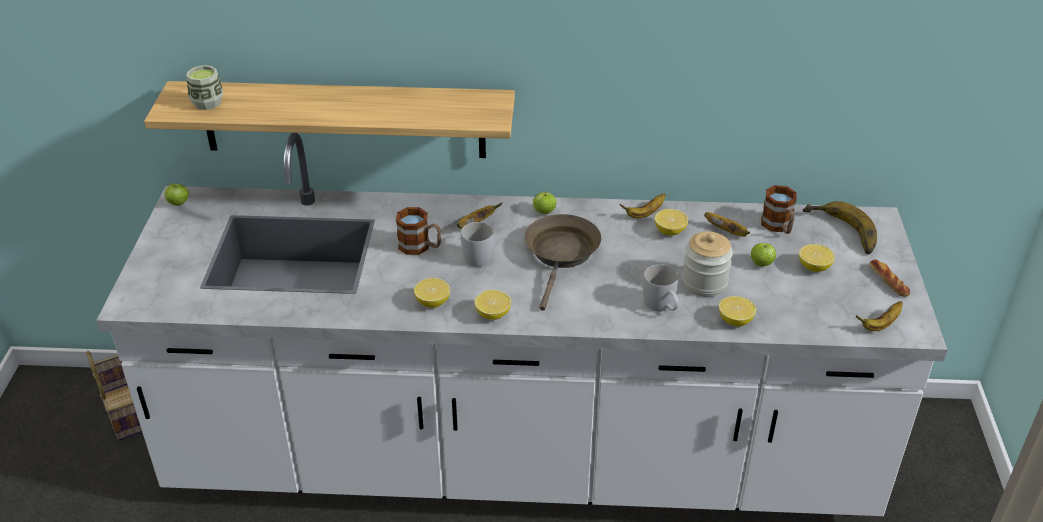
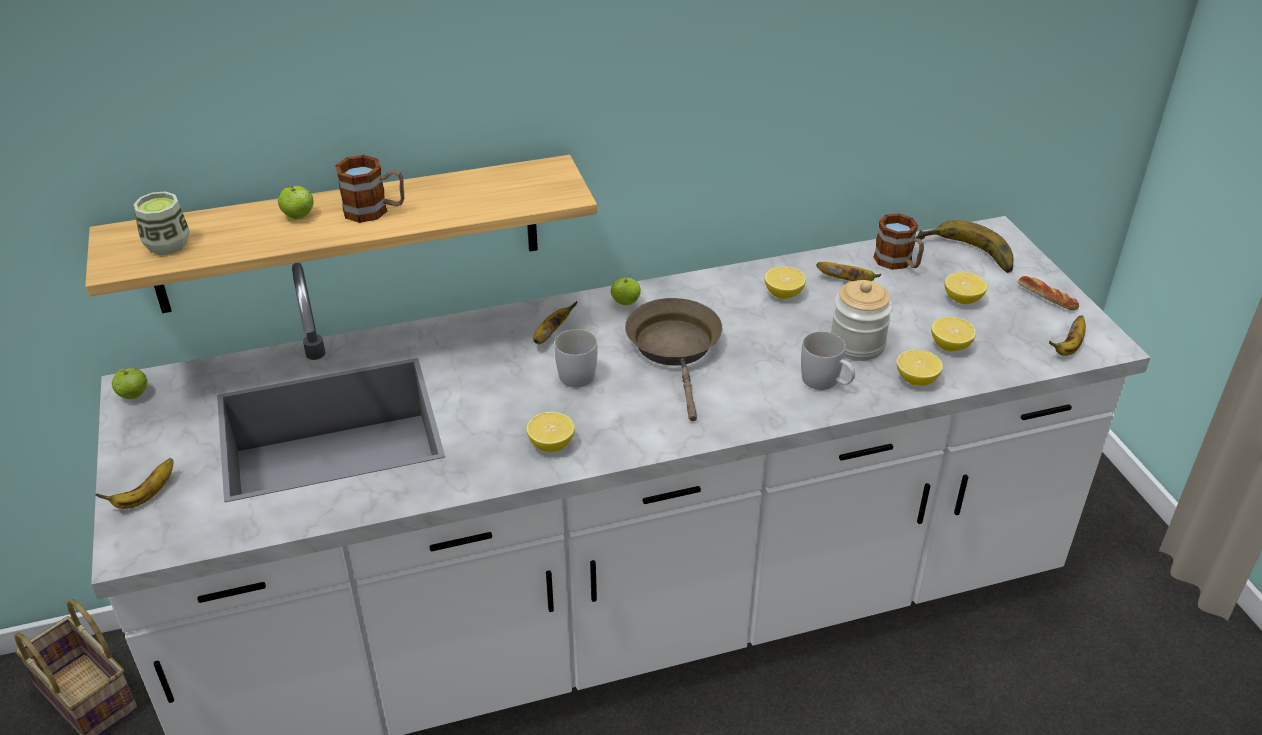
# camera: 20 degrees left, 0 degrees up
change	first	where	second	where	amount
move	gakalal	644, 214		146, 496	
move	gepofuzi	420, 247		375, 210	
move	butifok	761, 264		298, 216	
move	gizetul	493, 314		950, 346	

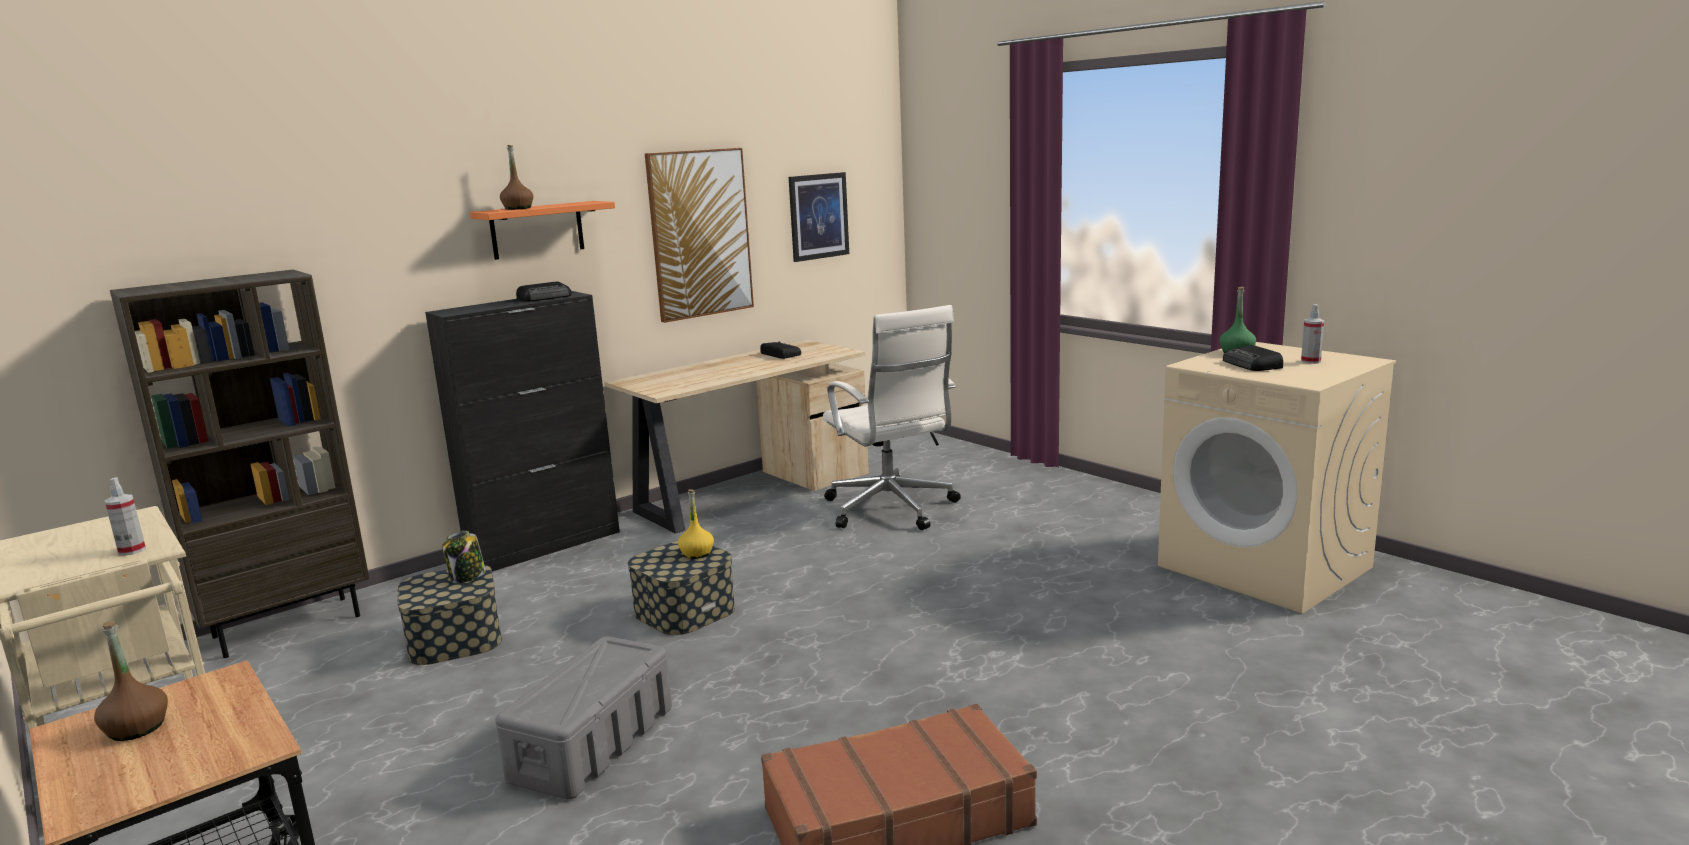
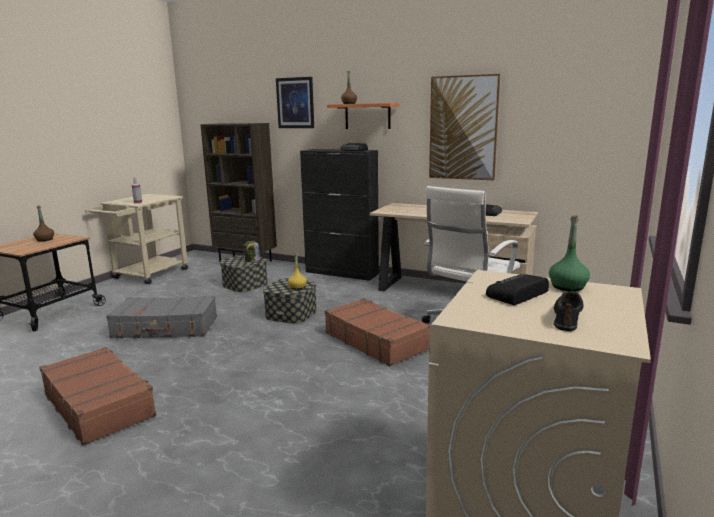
# camera: 65 degrees right, 0 degrees up
change	first	where	second	where	amount
move	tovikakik	818, 216		295, 103	
replace	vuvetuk	1310, 361	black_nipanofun	568, 316	
replace	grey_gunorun	594, 742	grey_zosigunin	165, 328	
insert			brown_zosigunin	376, 341	

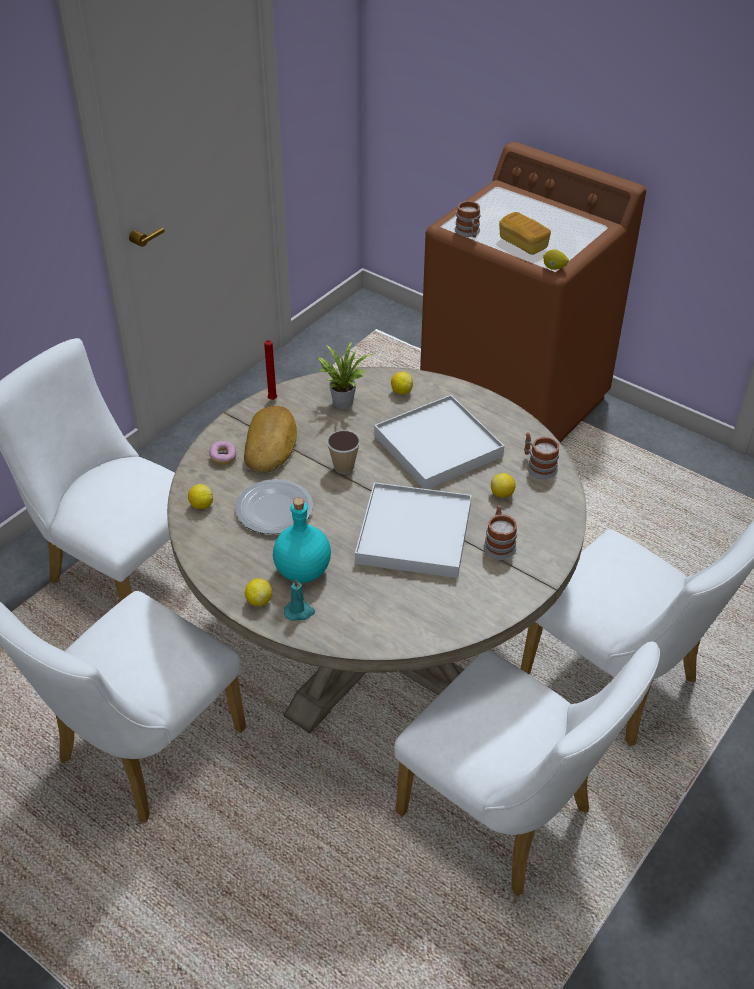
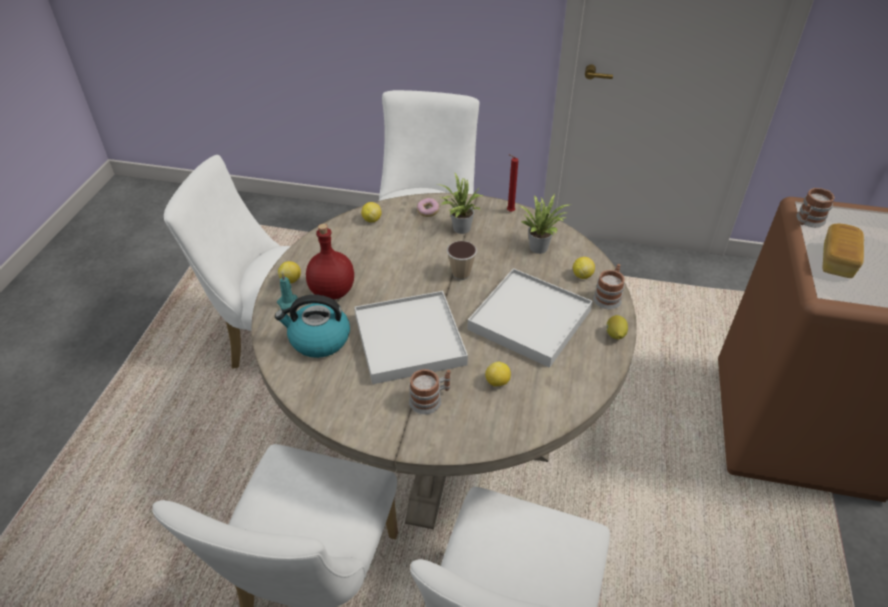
# camera: 65 degrees right, 0 degrees up
change	first	where	second	where	amount
move	gizetul	554, 268		615, 335	
replace	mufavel	271, 444	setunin	459, 229	
move	gepofuzi	538, 466		608, 297	
delete	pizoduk	275, 509			
recolor	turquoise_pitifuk	302, 571	red_pitifuk	331, 291	
insert			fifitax	318, 340	

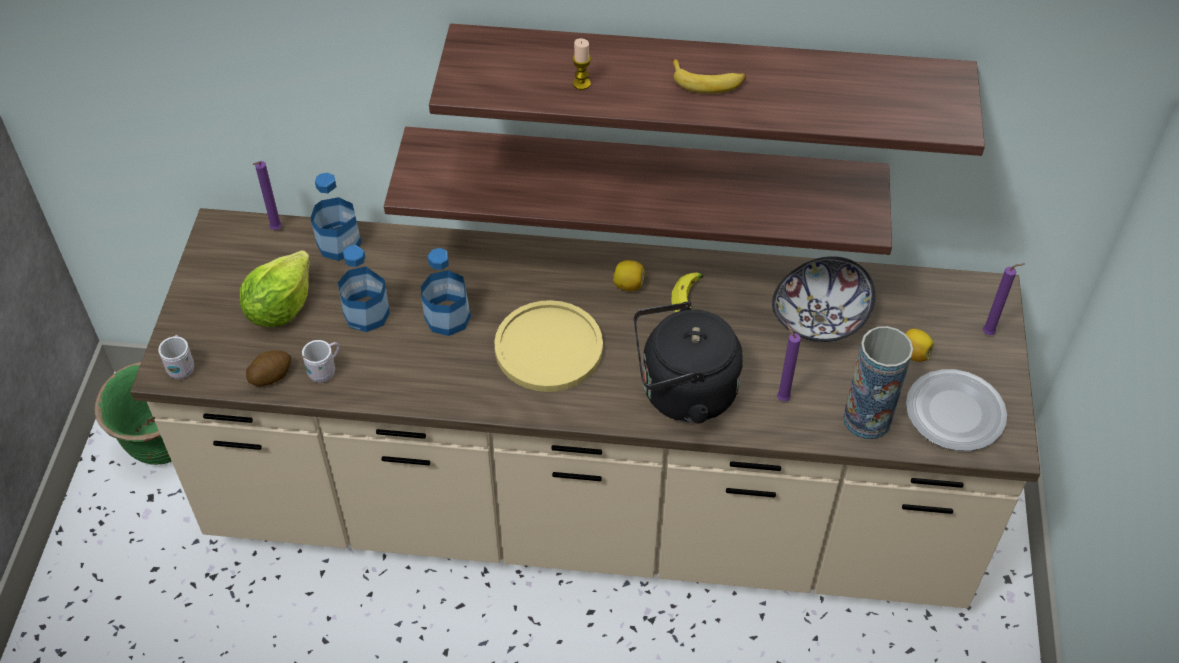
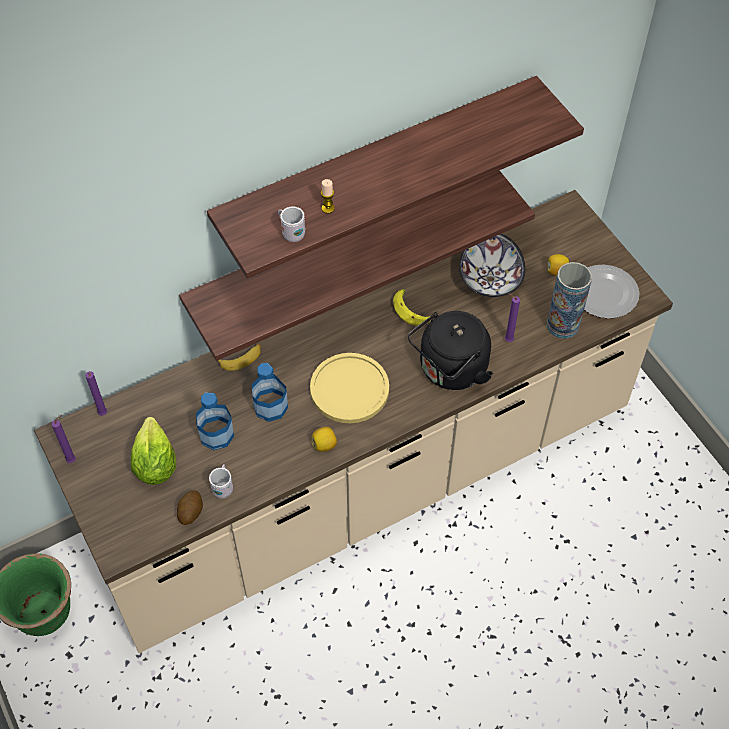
# camera: 35 degrees left, 5 degrees up
change	first	where	second	where	amount
move	gakalal	707, 82		240, 358	
delete	pitifuk	339, 244			
move	gizetul	628, 285		324, 445	
move	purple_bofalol	990, 333		73, 460	
move	white_gepofuzi	181, 366		291, 233	

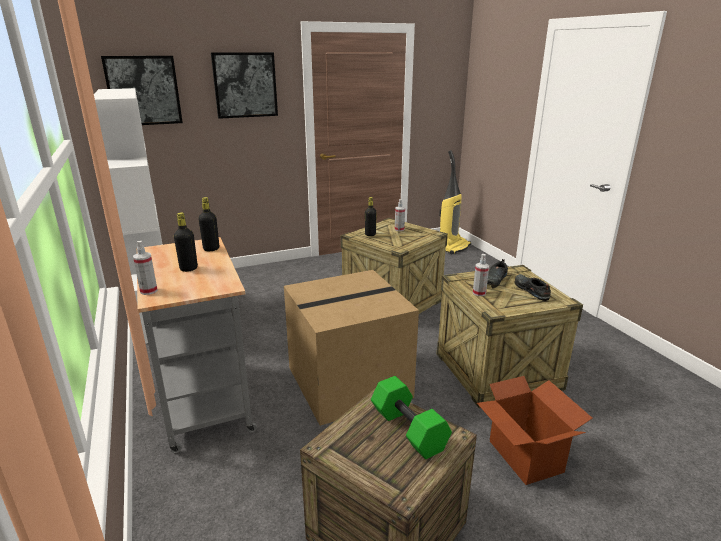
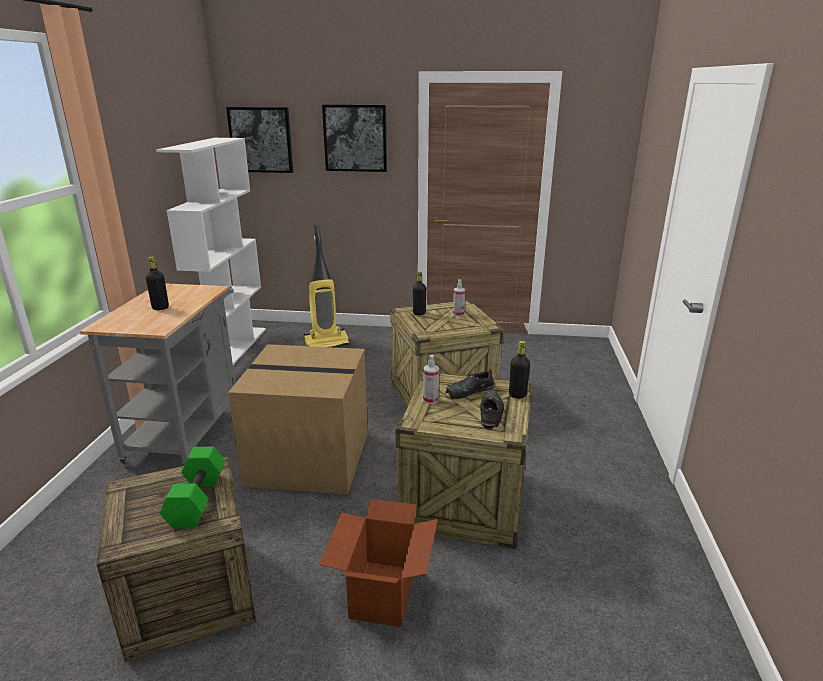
# camera: 30 degrees right, 0 degrees up
change	first	where	second	where	amount
move	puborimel	453, 247		327, 343	
move	black_pitifuk	211, 249		517, 395	
delete	vuvetuk	149, 291			

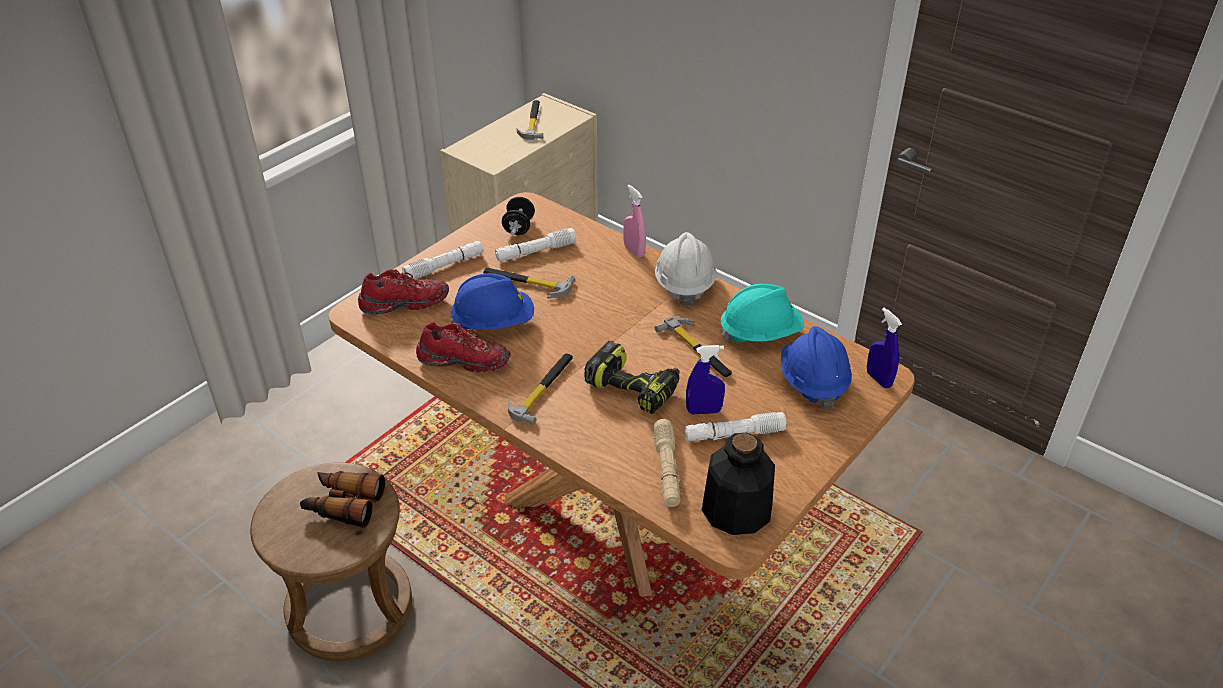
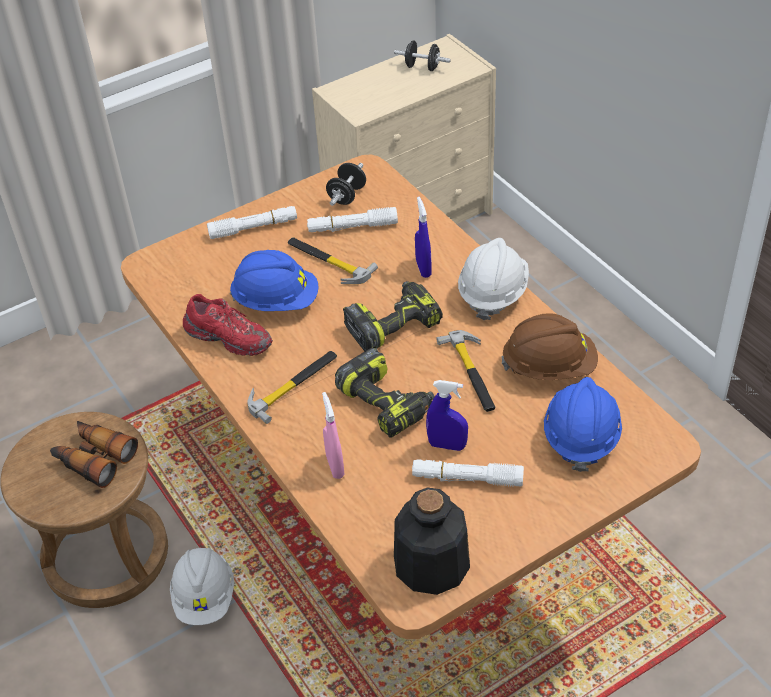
# camera: 20 degrees right, 5 degrees up
change	first	where	second	where	amount
replace	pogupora	532, 121	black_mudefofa	422, 67	
move	pink_vuvetuk	634, 251		335, 466	
delete	red_nipanofun	404, 304			
recolor	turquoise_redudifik	760, 333	brown_redudifik	549, 367	
move	blue_vuvetuk	878, 379		423, 268	
delete	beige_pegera	666, 469			
insert			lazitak	393, 324	
insert			white_redudifik	205, 597	

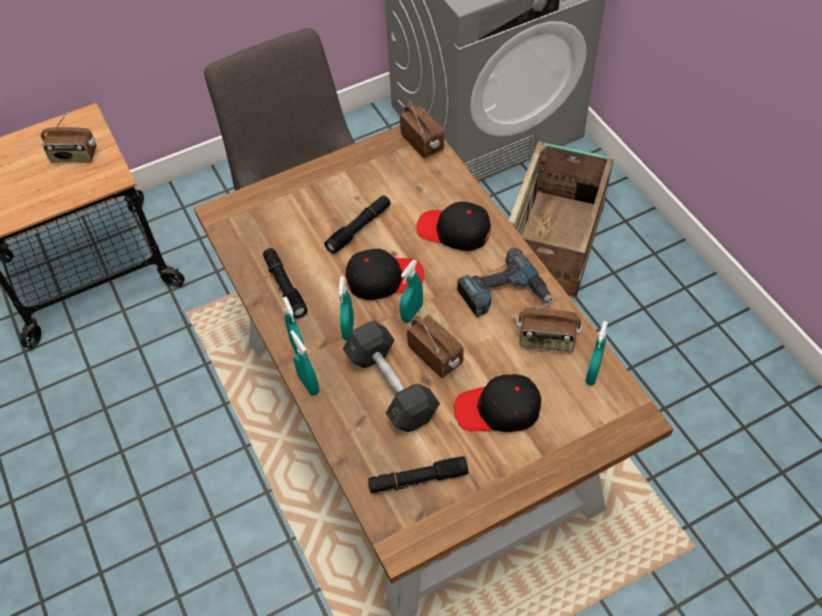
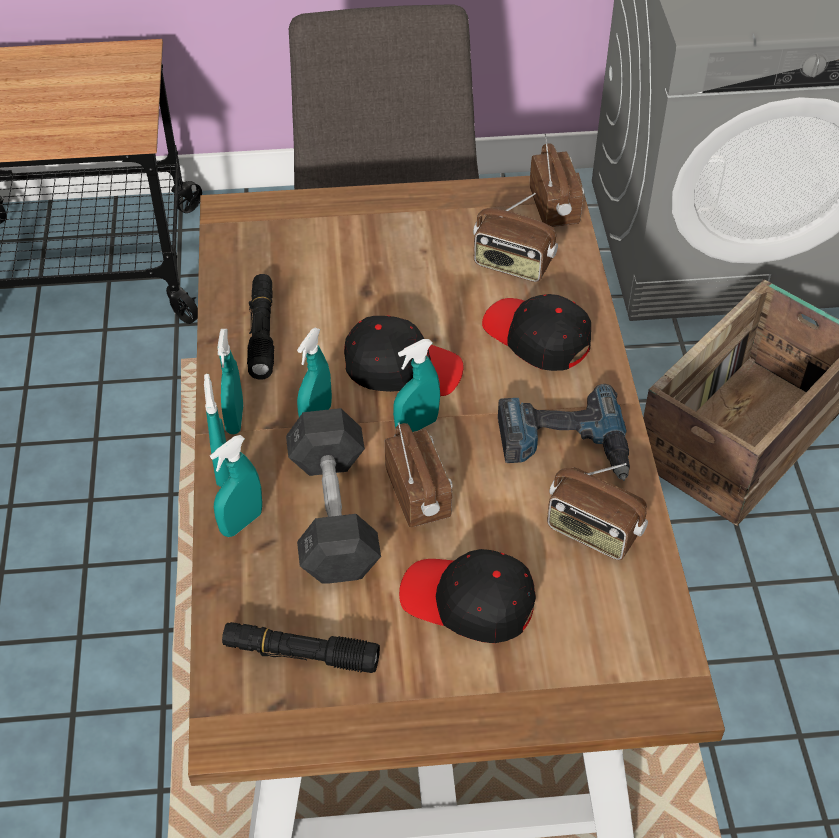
# camera: 20 degrees right, 5 degrees down
change	first	where	second	where	amount
move	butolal	74, 157		512, 265	
delete	black_pegera	359, 228			
move	turquoise_vuvetuk	592, 373		241, 523	

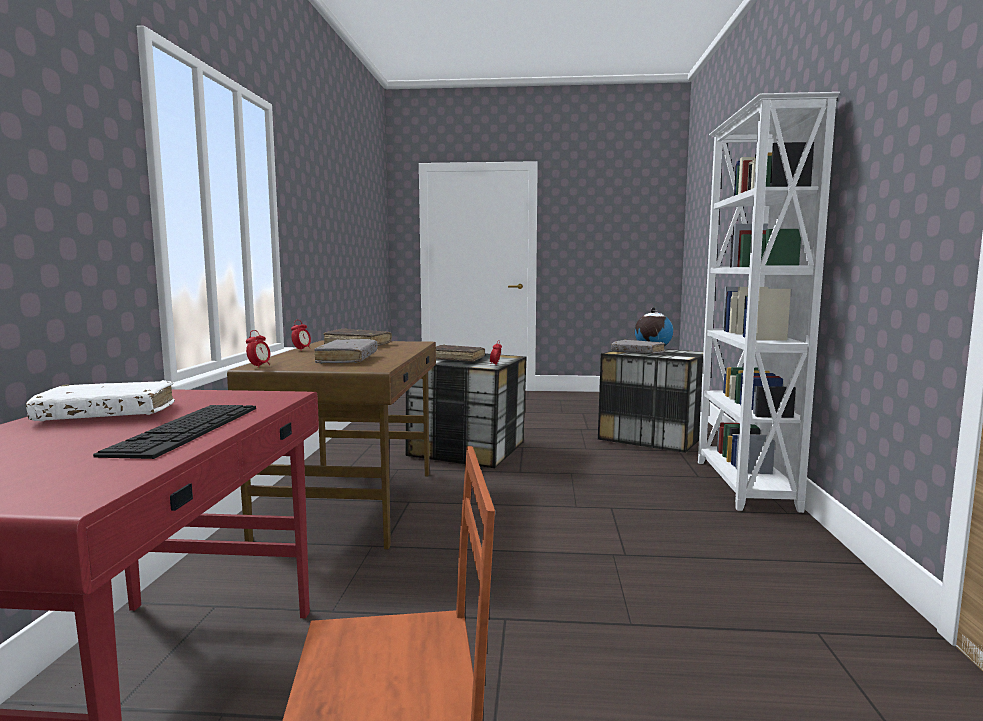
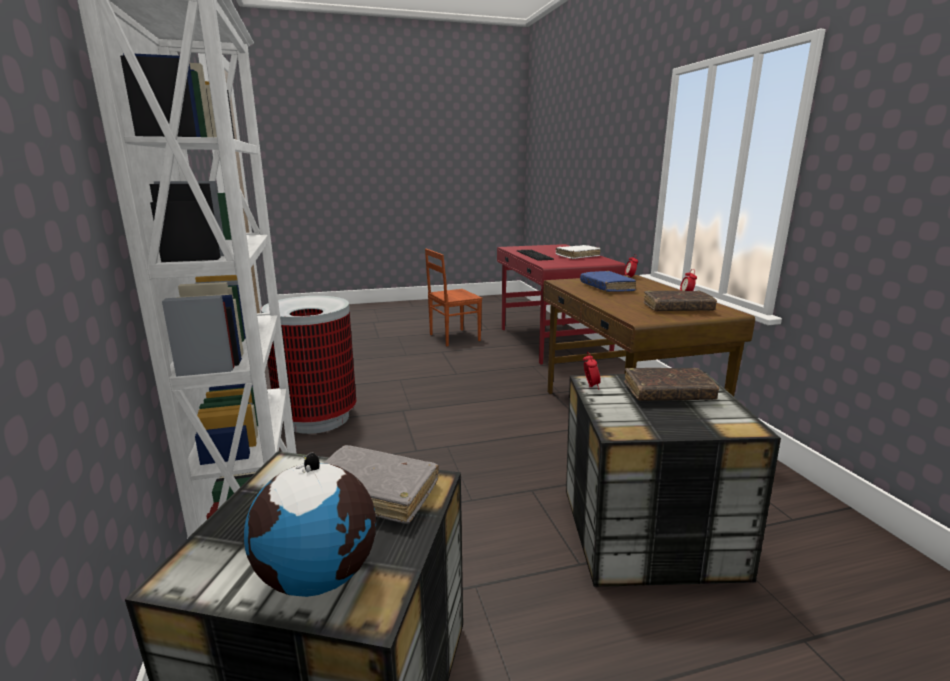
# camera: 160 degrees right, 10 degrees up
change	first	where	second	where	amount
recolor	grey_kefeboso	347, 359	blue_kefeboso	606, 287	
insert			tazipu	317, 418	

